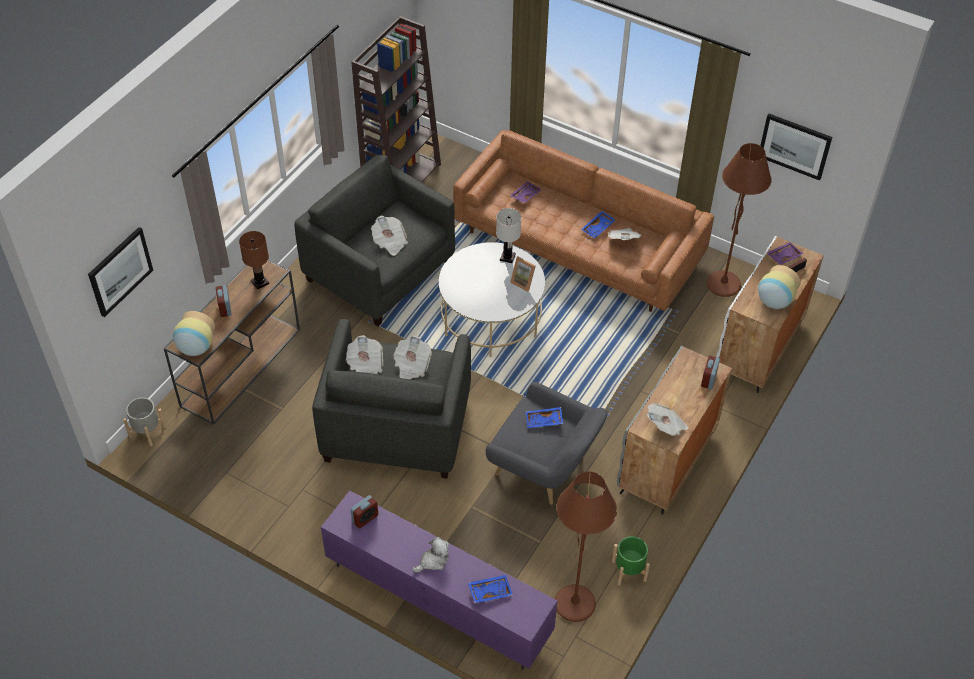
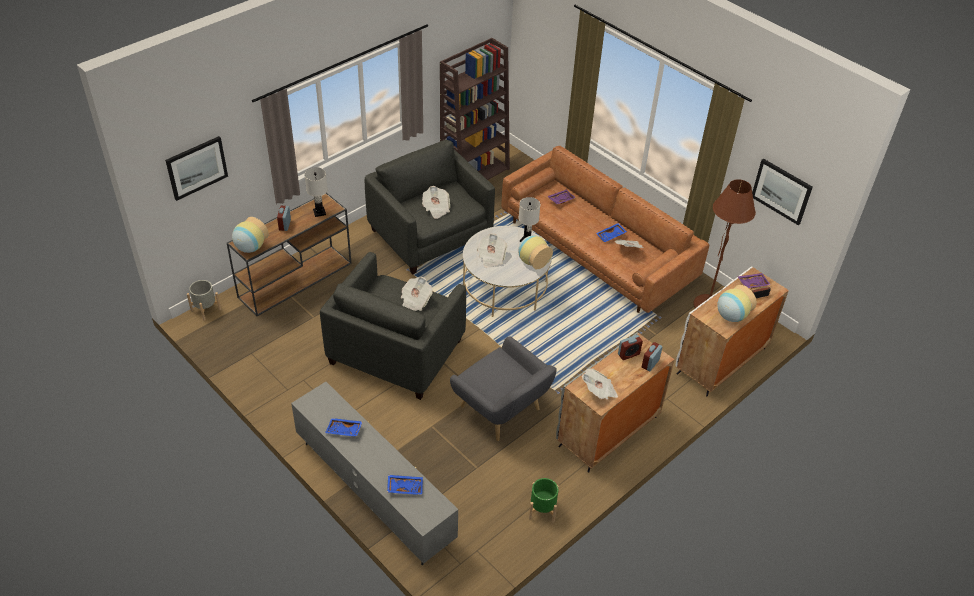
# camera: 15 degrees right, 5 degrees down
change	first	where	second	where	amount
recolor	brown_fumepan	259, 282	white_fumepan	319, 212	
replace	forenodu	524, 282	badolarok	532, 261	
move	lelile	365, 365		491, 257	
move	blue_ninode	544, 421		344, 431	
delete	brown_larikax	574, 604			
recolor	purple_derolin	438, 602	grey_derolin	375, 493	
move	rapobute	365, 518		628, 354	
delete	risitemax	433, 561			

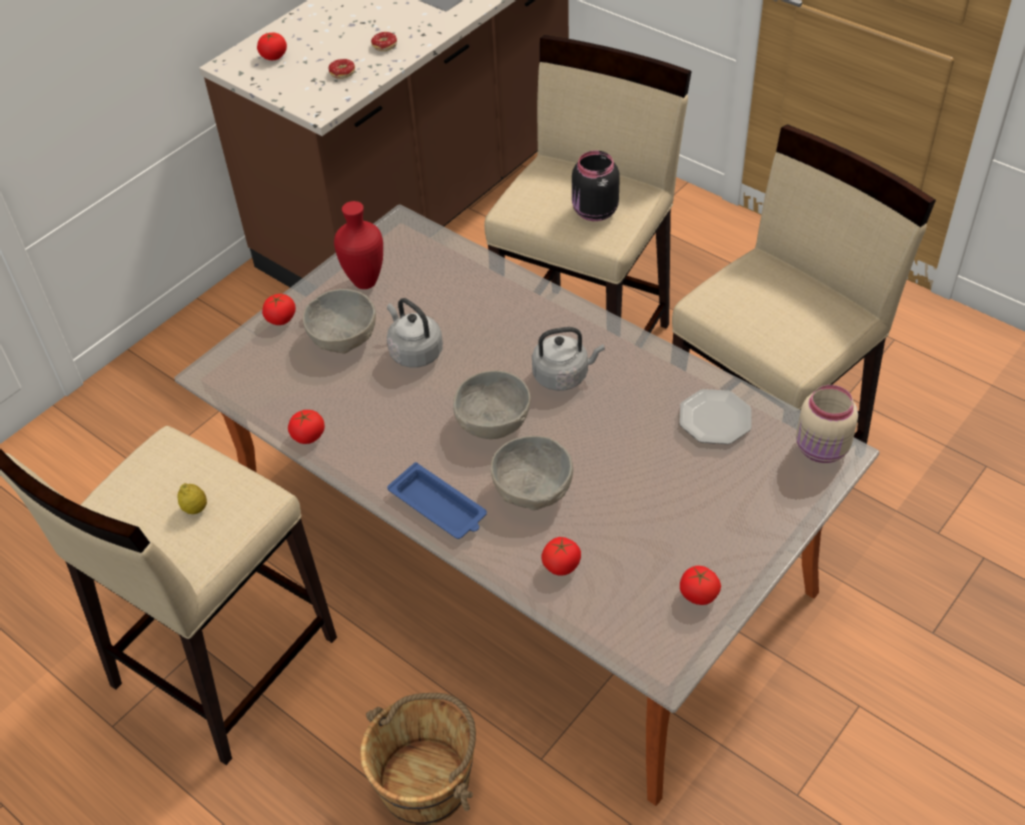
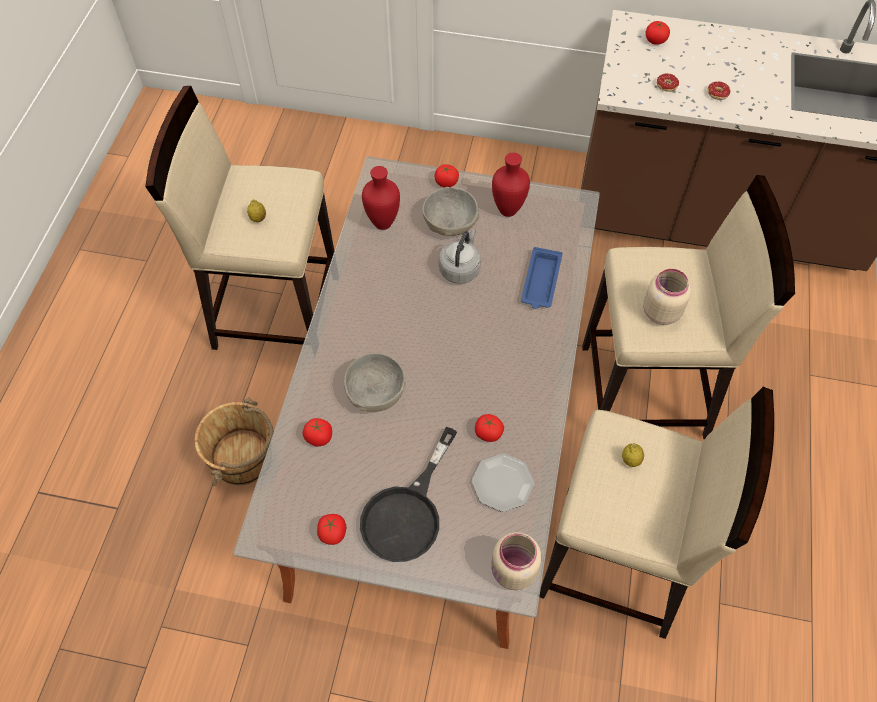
# camera: 60 degrees right, 10 degrees up
change	first	where	second	where	amount
recolor	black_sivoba	594, 212	beige_sivoba	660, 312	
delete	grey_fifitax	563, 375			
delete	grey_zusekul	492, 421			
move	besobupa	308, 436		488, 433	
move	blue_ninode	439, 507		541, 282	
insert			red_badolarok	384, 224	
insert			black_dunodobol	407, 512	
insert			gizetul	631, 460	

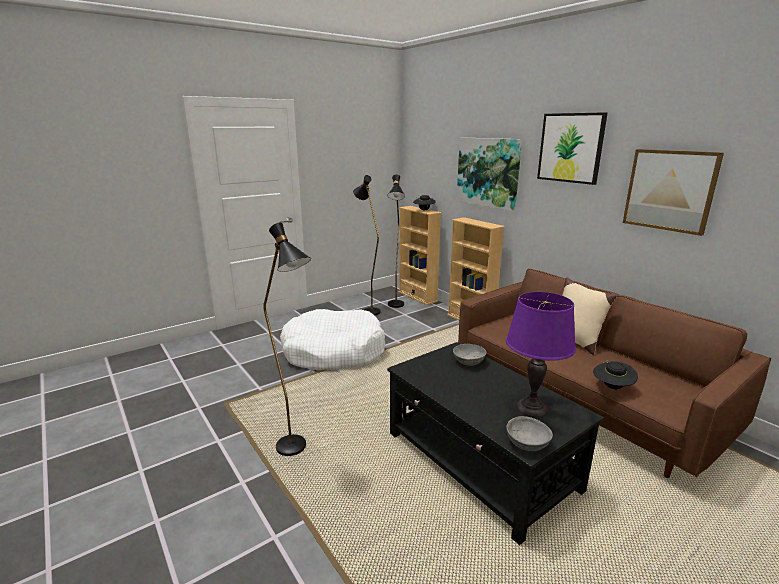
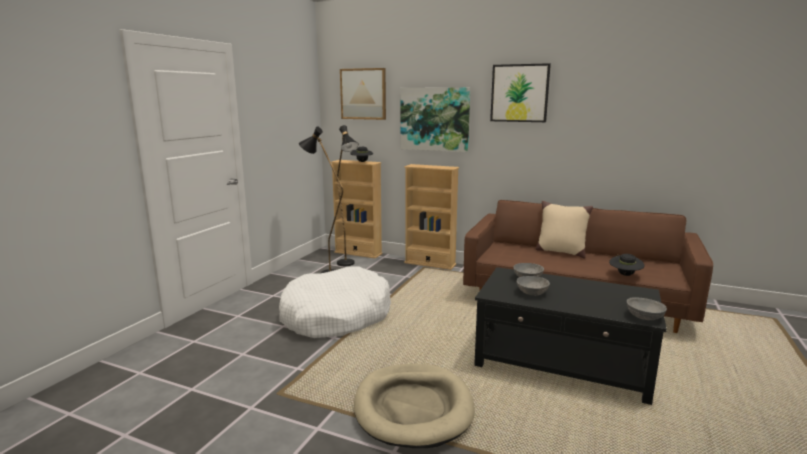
# camera: 30 degrees left, 5 degrees down
change	first	where	second	where	amount
move	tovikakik	670, 190		363, 94	
replace	black_larikax	297, 452	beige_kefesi	413, 408	
delete	purple_fumepan	532, 408			
insert			grey_zusekul	532, 292	

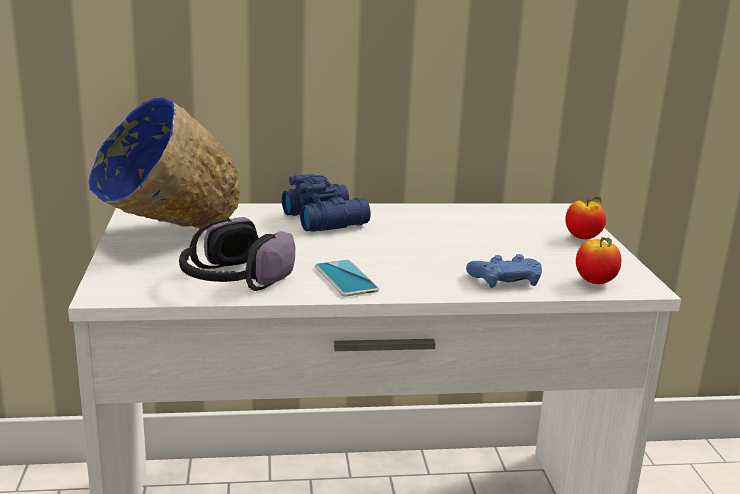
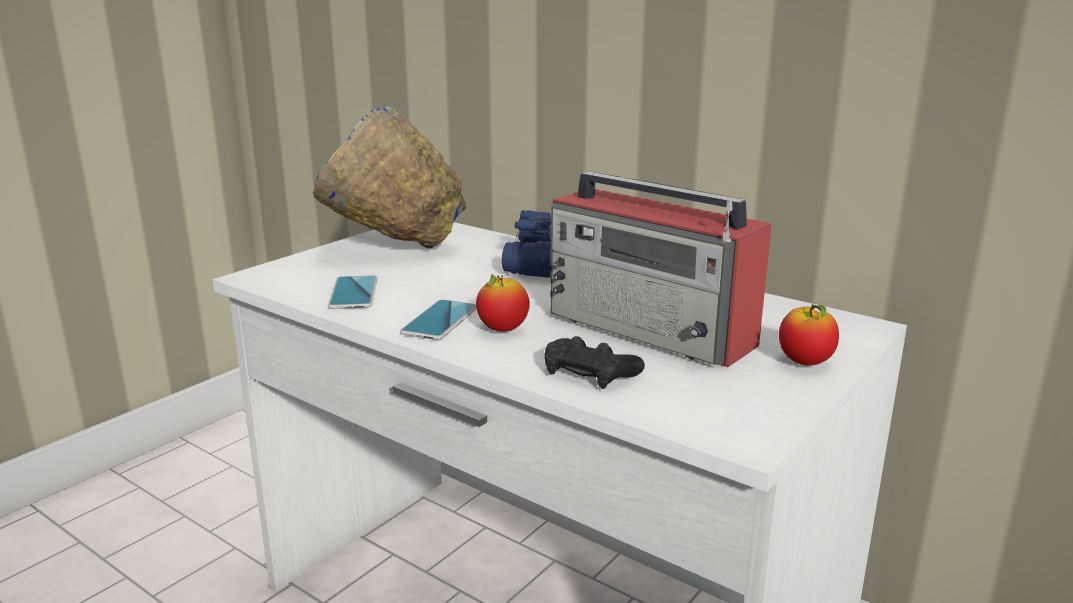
# camera: 45 degrees right, 0 degrees up
change	first	where	second	where	amount
replace	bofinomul	233, 280	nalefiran	353, 293	
move	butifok	595, 282		502, 329	
recolor	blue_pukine	505, 280	black_pukine	590, 373	
insert			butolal	652, 330	

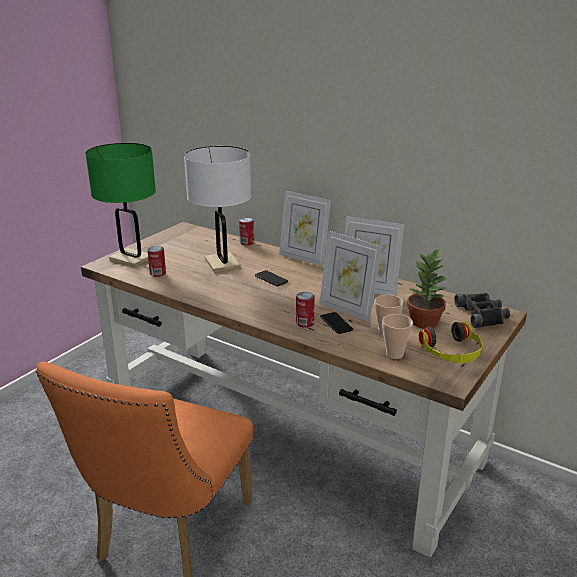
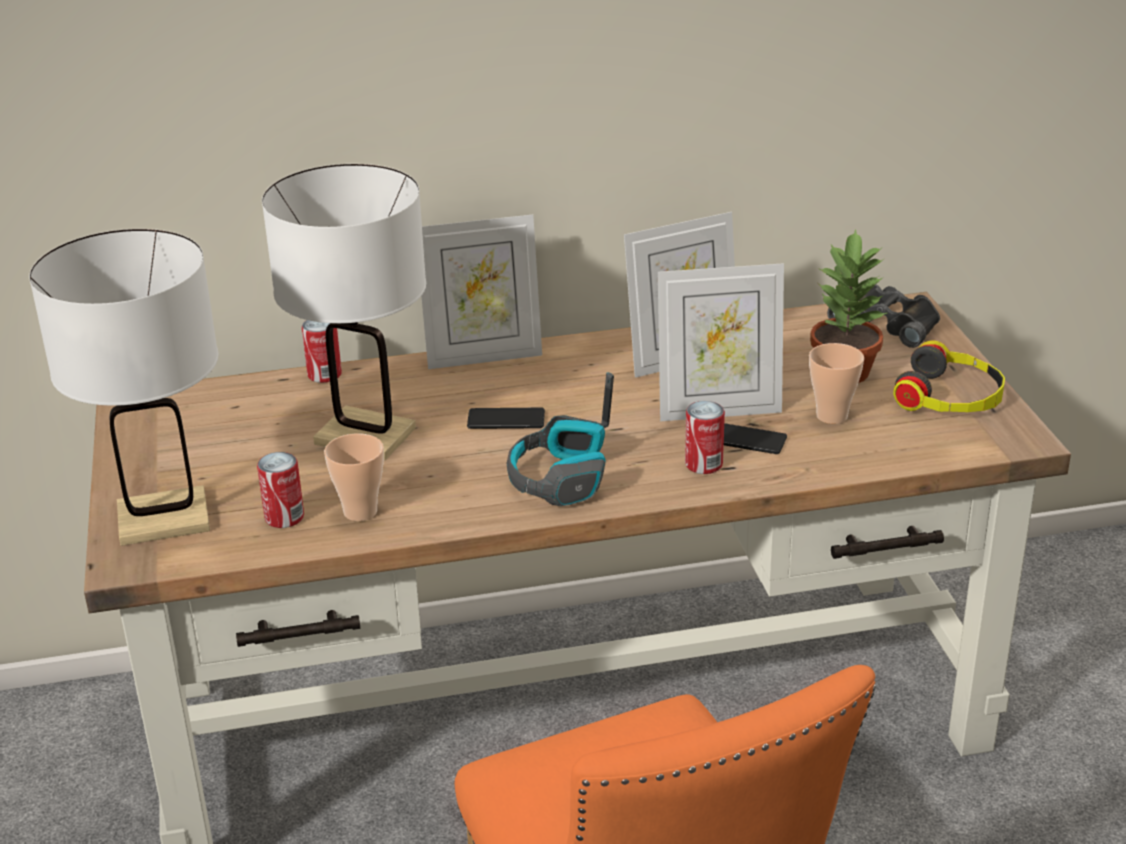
# camera: 45 degrees left, 5 degrees up
change	first	where	second	where	amount
recolor	green_fumepan	131, 259	white_fumepan	163, 519	
move	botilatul	394, 354		360, 512	
insert			bofinomul	561, 479	

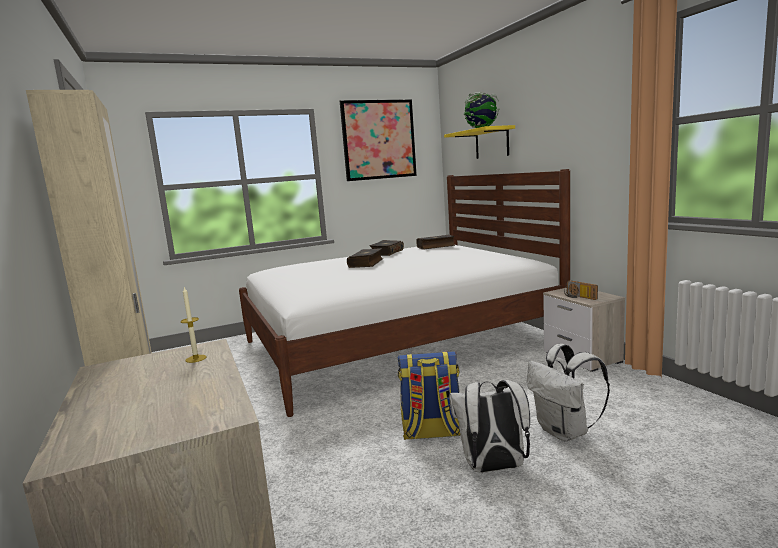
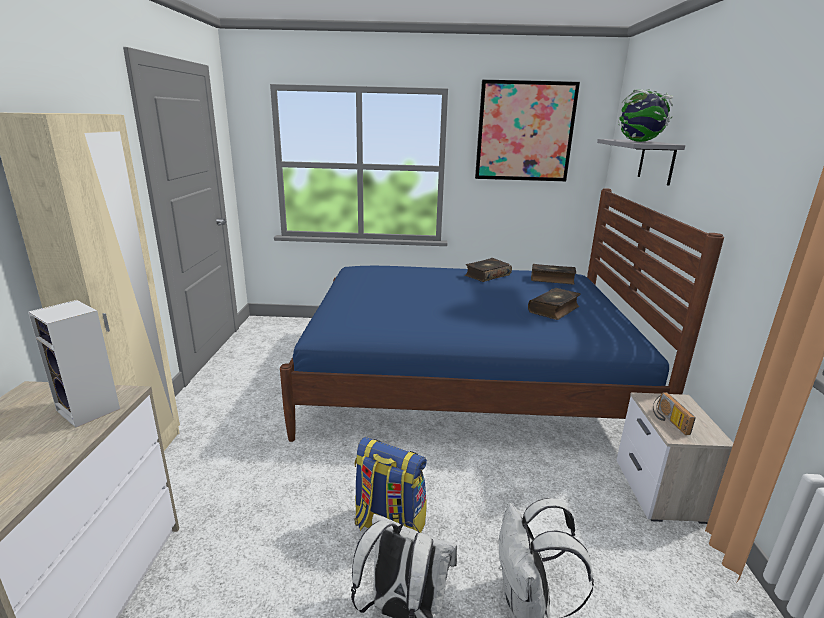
# camera: 25 degrees right, 10 degrees up
change	first	where	second	where	amount
recolor	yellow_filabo	492, 143	grey_filabo	656, 161	
recolor	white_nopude	396, 342	blue_nopude	464, 380	
move	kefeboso	366, 263		554, 309	
replace	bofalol	196, 358	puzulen	91, 410	

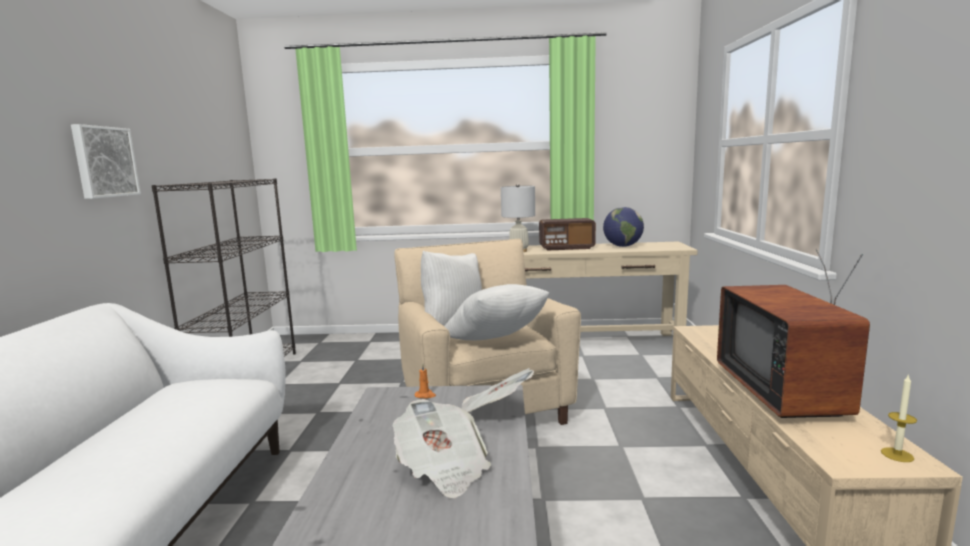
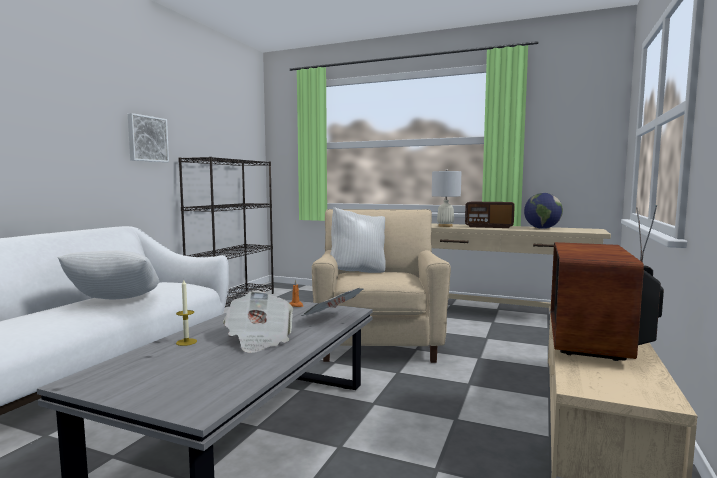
# camera: 20 degrees right, 5 degrees down
change	first	where	second	where	amount
move	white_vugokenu	496, 342		115, 302	
move	bofalol	897, 455		186, 342	

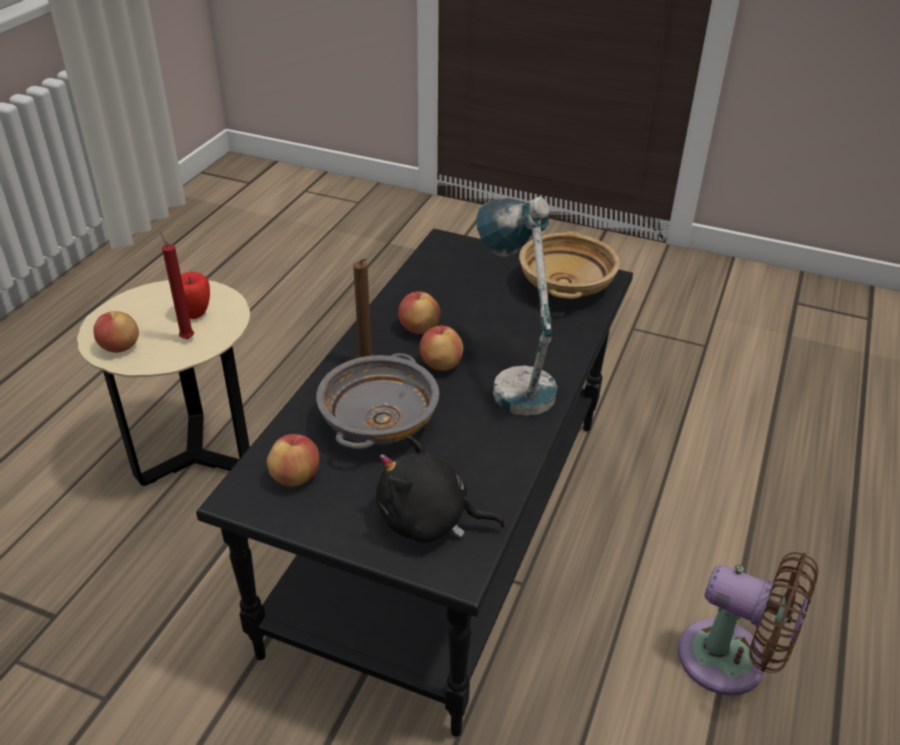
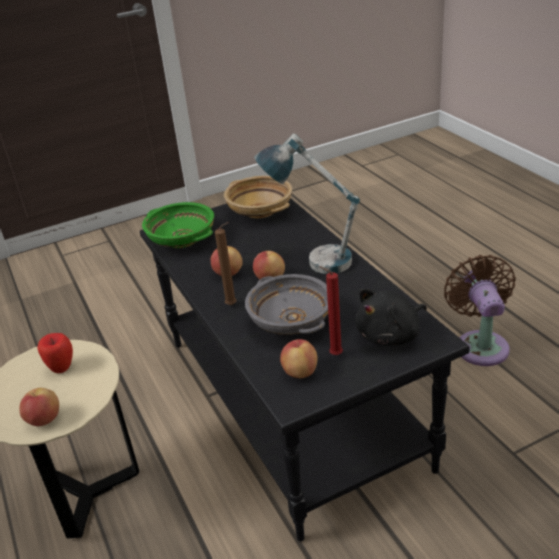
# camera: 45 degrees left, 5 degrees down
change	first	where	second	where	amount
move	red_bofalol	186, 337		333, 355	
rotate	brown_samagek	731, 662		480, 344	75 degrees counterclockwise
insert			green_zusekul	181, 239	

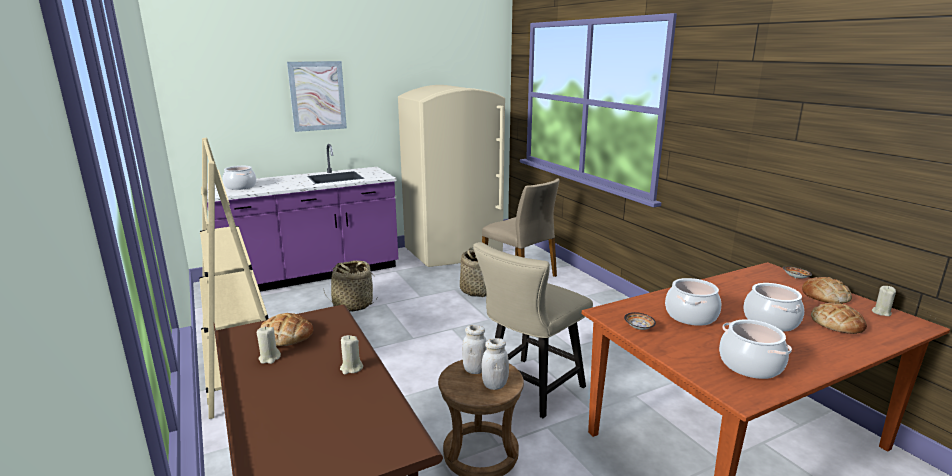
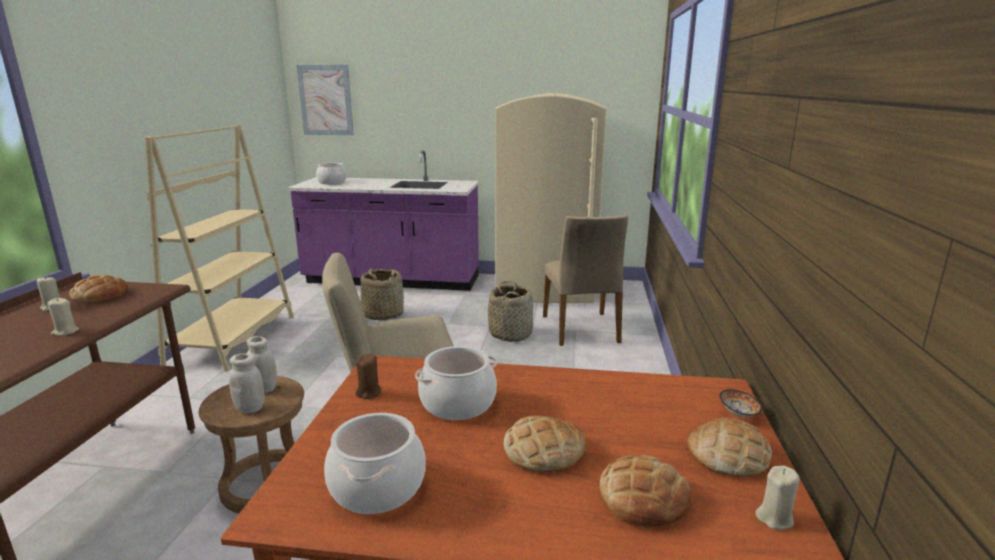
# camera: 35 degrees right, 0 degrees up
change	first	where	second	where	amount
move	tovikakik	317, 96		326, 100	
replace	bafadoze	770, 321	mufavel	543, 450	
replace	zusekul	639, 328	brown_bofalol	369, 392	

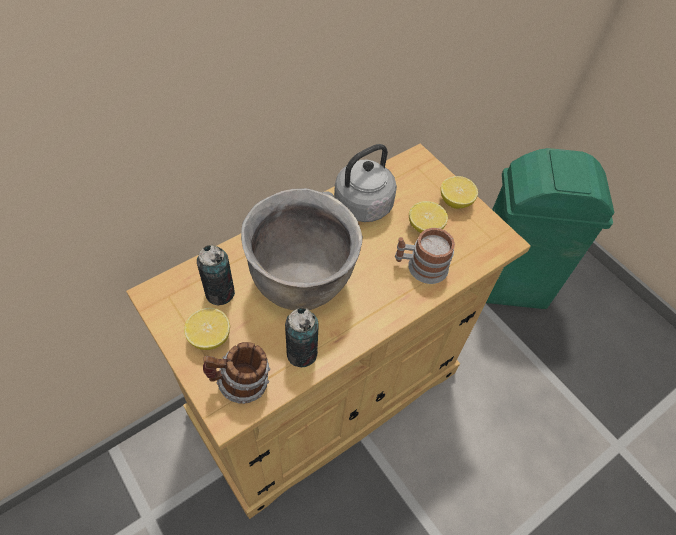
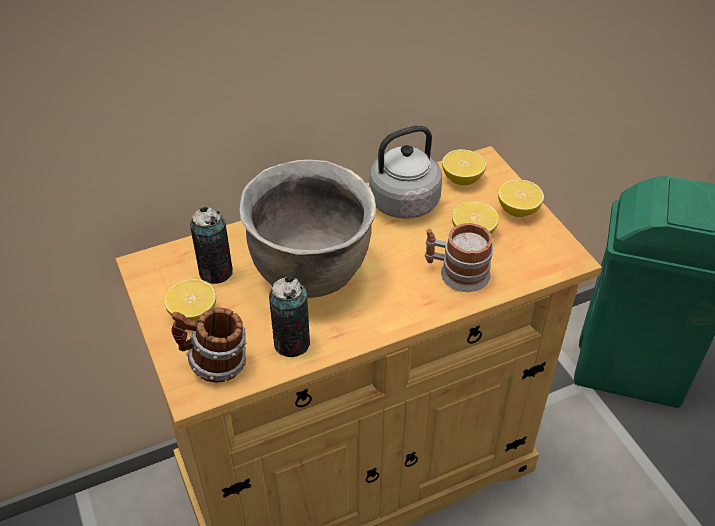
# camera: 15 degrees right, 10 degrees down
change	first	where	second	where	amount
insert			gizetul	462, 179	

